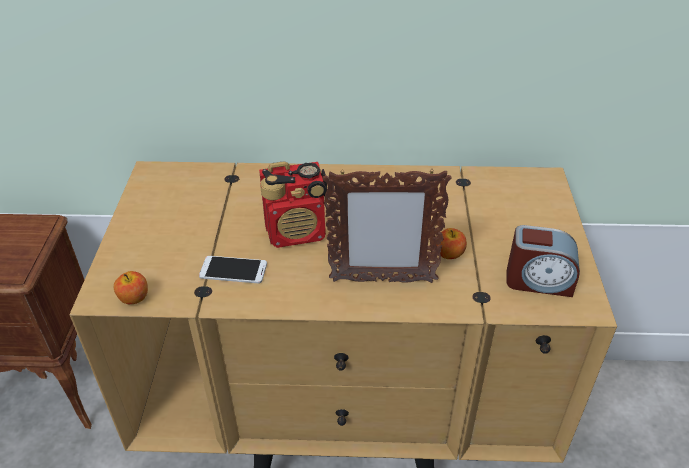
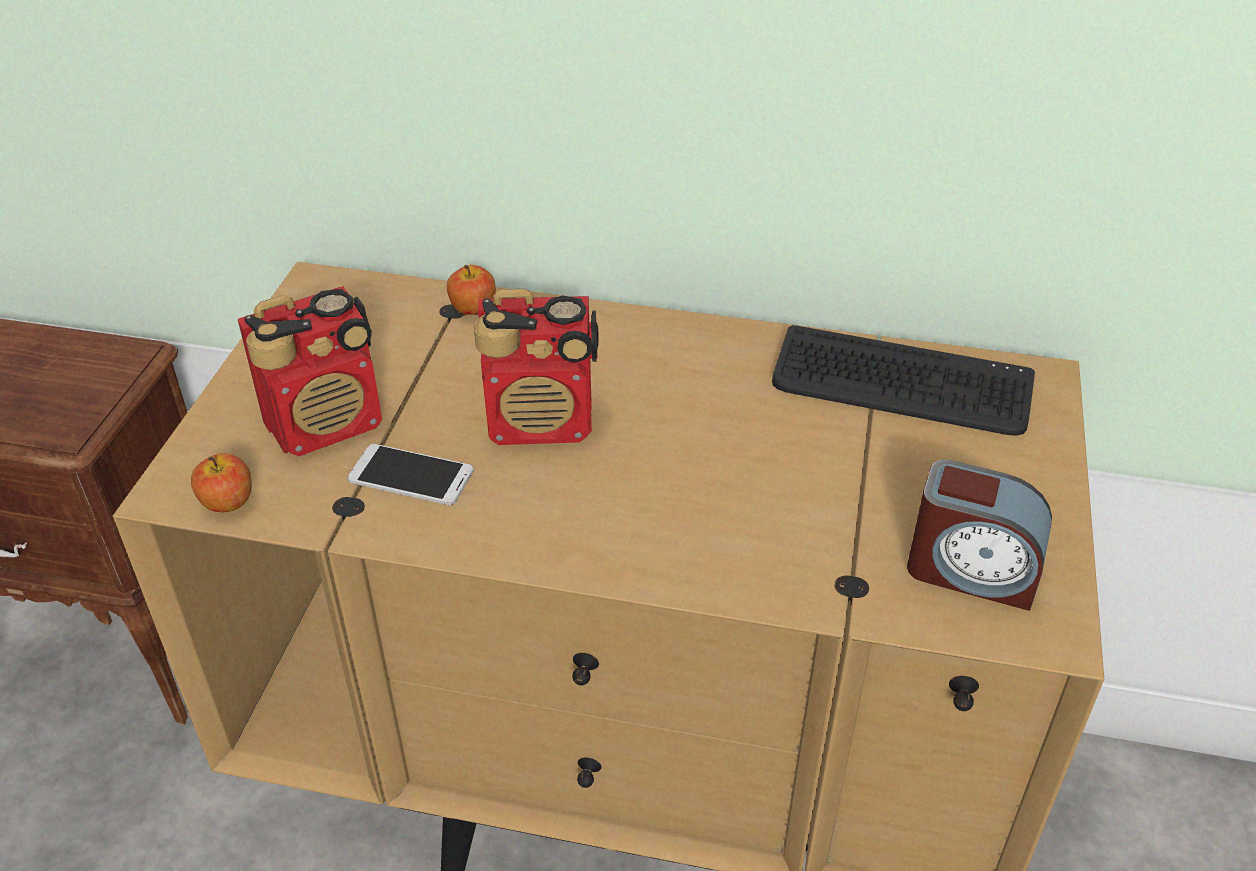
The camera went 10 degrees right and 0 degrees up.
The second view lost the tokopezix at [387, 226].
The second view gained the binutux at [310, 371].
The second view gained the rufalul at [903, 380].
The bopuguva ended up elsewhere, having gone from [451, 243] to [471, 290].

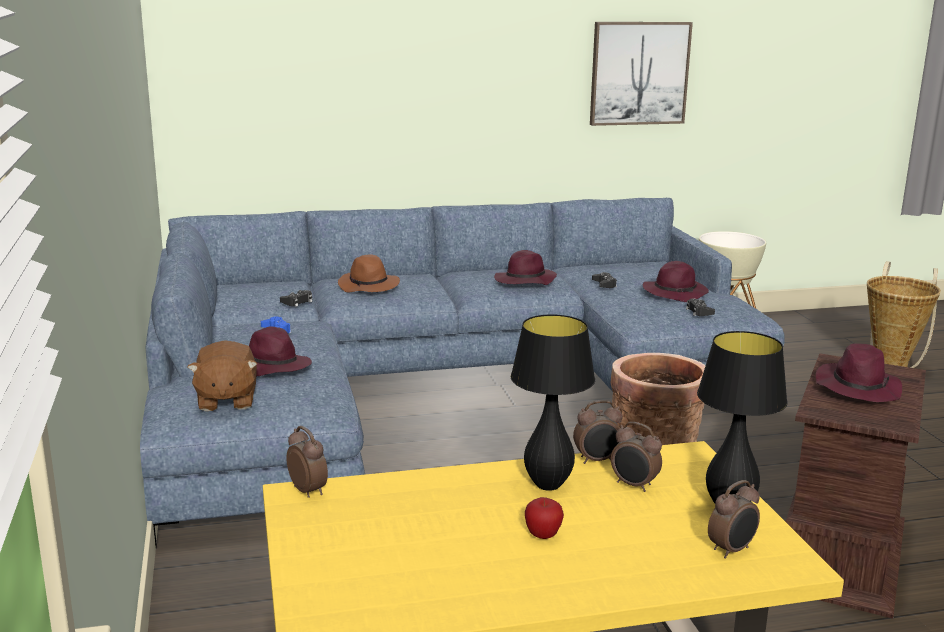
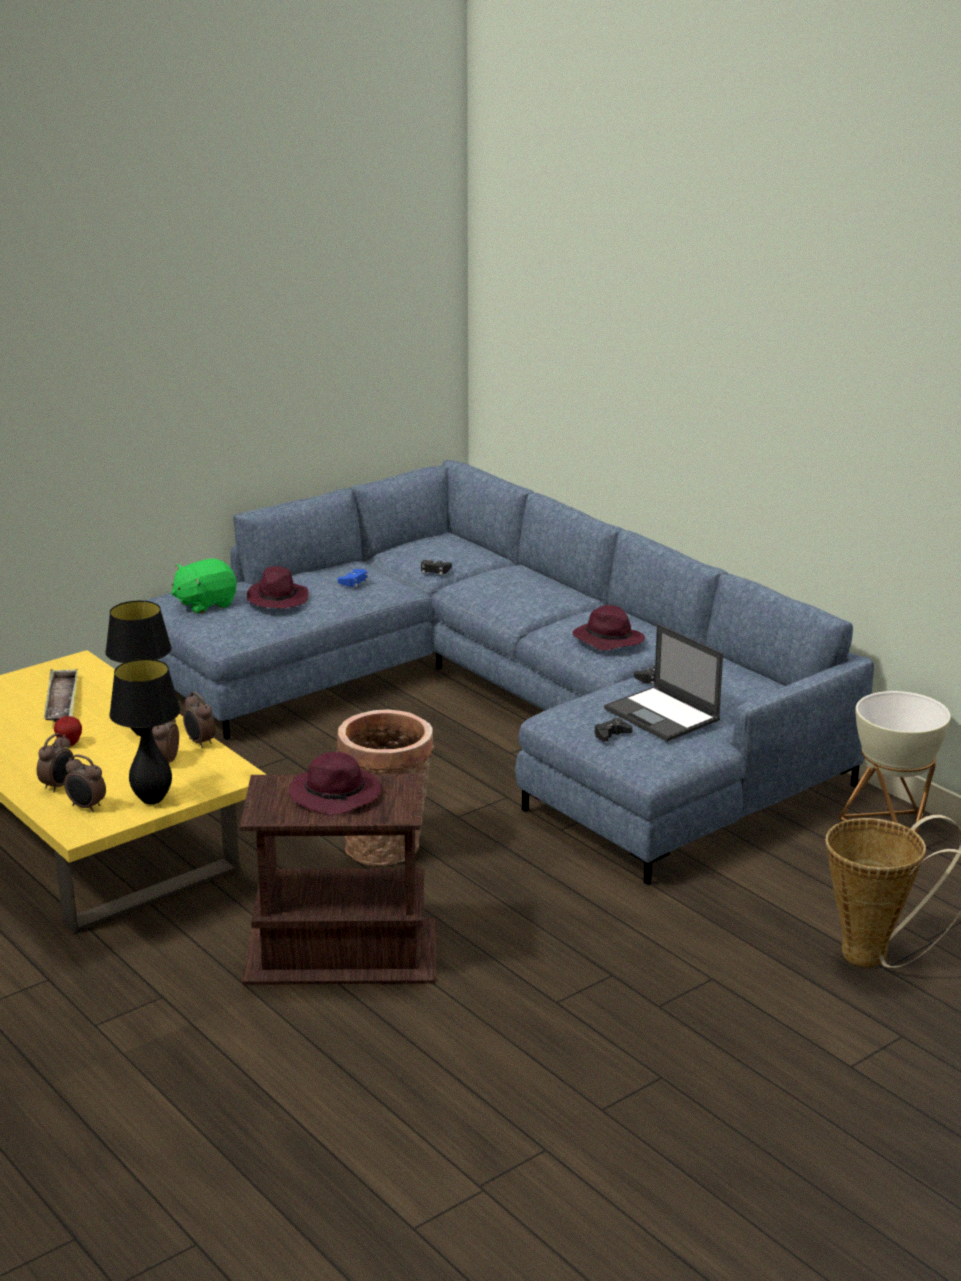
The camera went 65 degrees right and 5 degrees up.
The second view lost the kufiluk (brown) at [369, 273].
The second view lost the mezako at [641, 74].
The second view gained the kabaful at [61, 695].
The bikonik ended up elsewhere, having gone from [307, 462] to [55, 763].
Where the kufiluk (purple) stood at [676, 281], the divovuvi came to stand at [663, 682].
What was the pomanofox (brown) at [222, 375] turned into the pomanofox (green) at [204, 586].

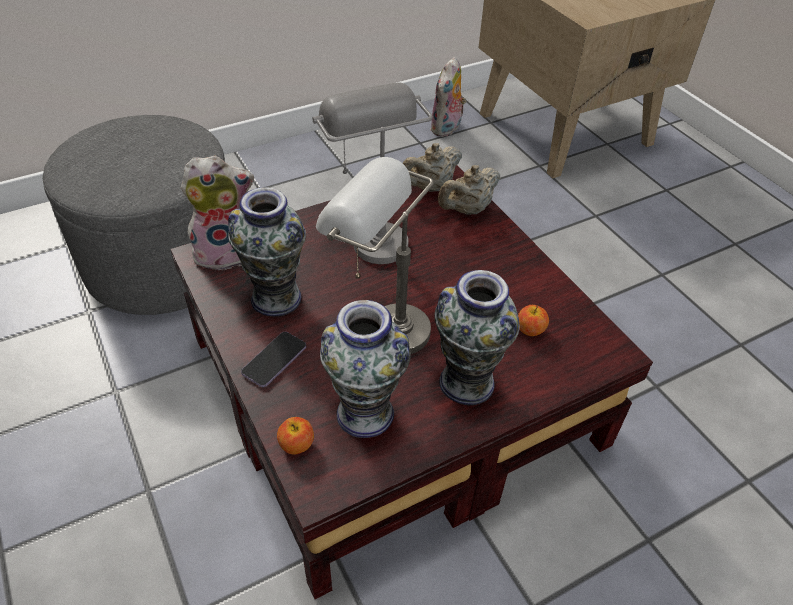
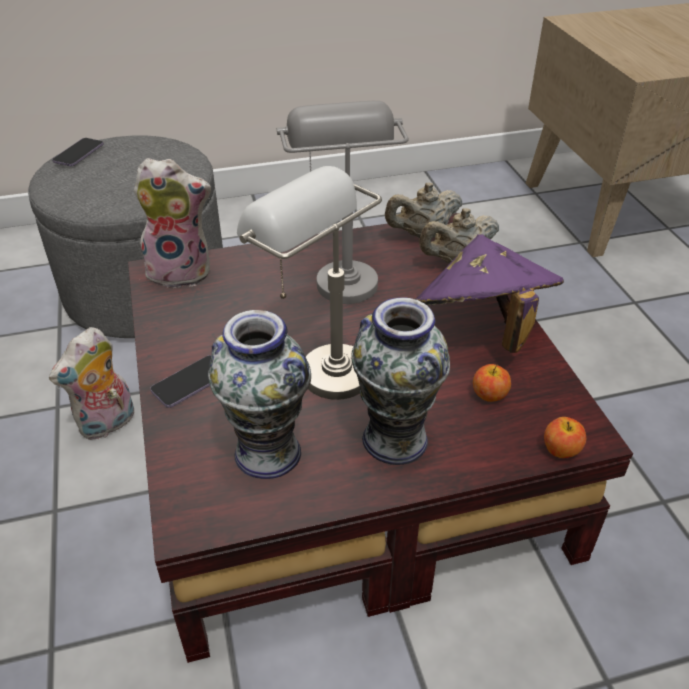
The camera went 15 degrees right and 5 degrees down.
The second view lost the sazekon at [267, 252].
The second view gained the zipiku at [77, 152].
The second view gained the kufiluk (purple) at [490, 294].
The bopuguva ended up elsewhere, having gone from [295, 436] to [565, 437].
The pomanofox ended up elsewhere, having gone from [448, 97] to [92, 383].

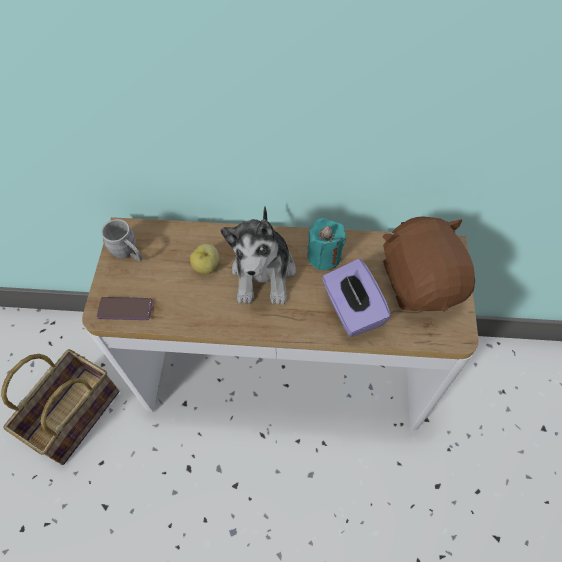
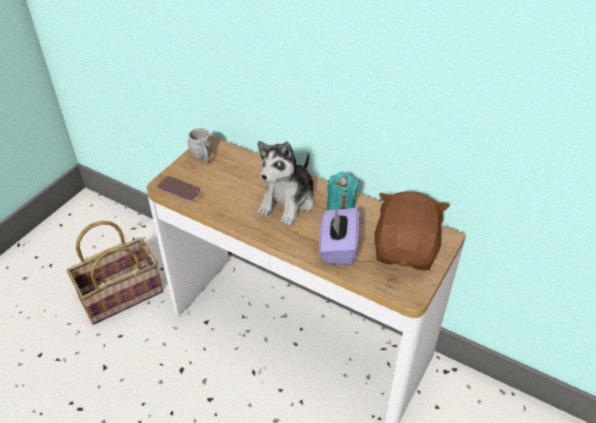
The camera went 25 degrees right and 15 degrees down.
The second view lost the bopuguva at [204, 259].

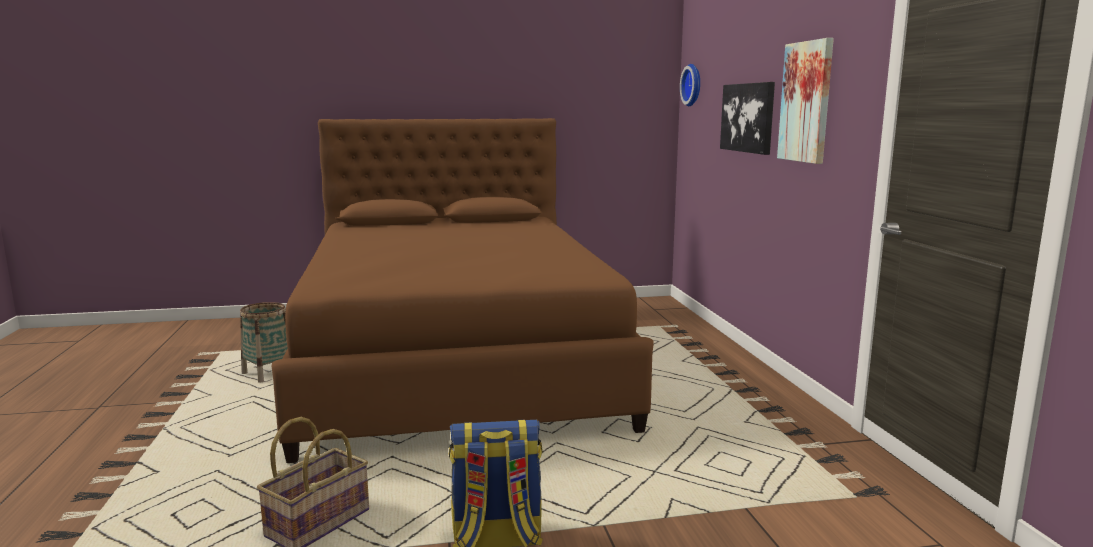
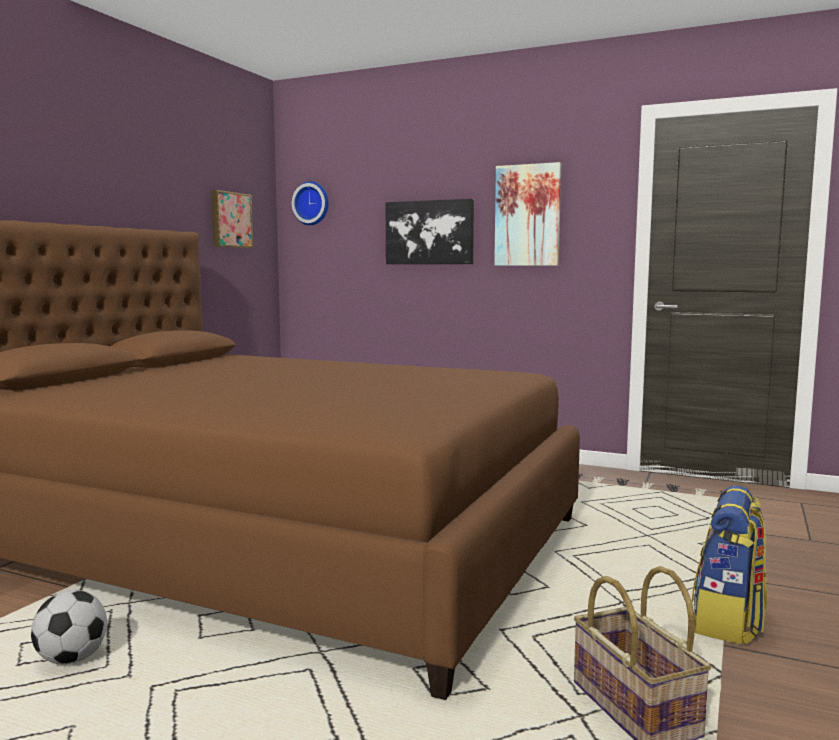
The camera went 55 degrees left and 5 degrees down.
The second view gained the mezako at [232, 219].
Where the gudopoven stood at [264, 342], the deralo came to stand at [69, 627].

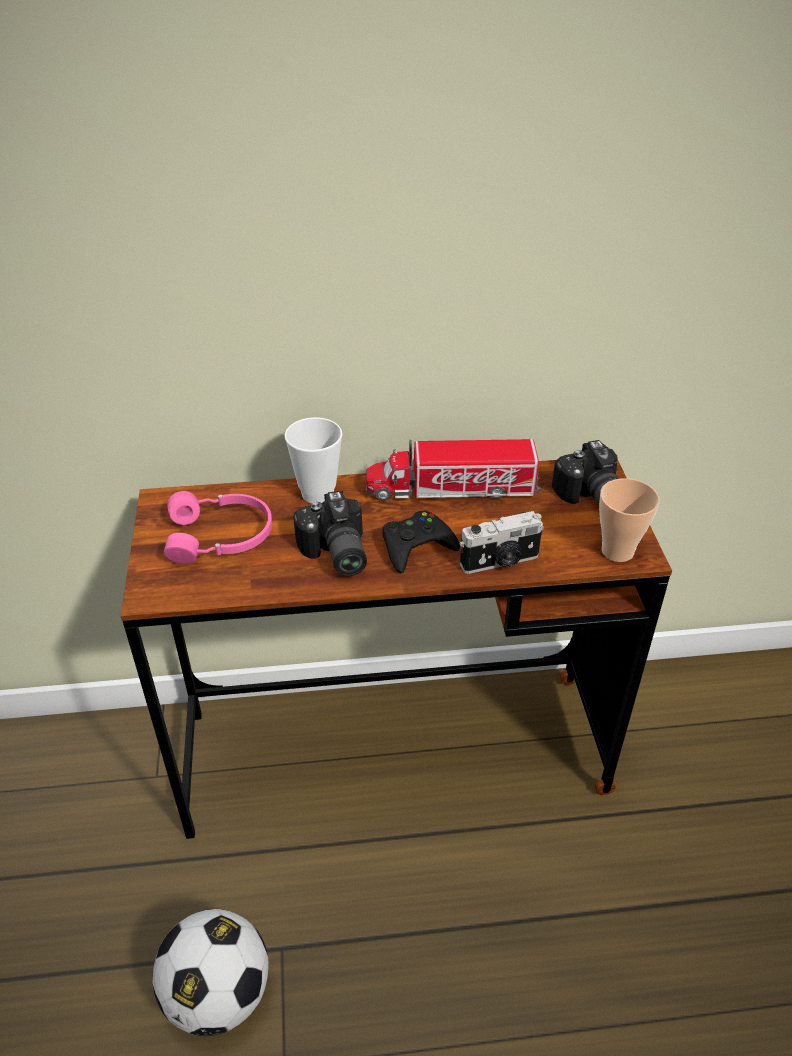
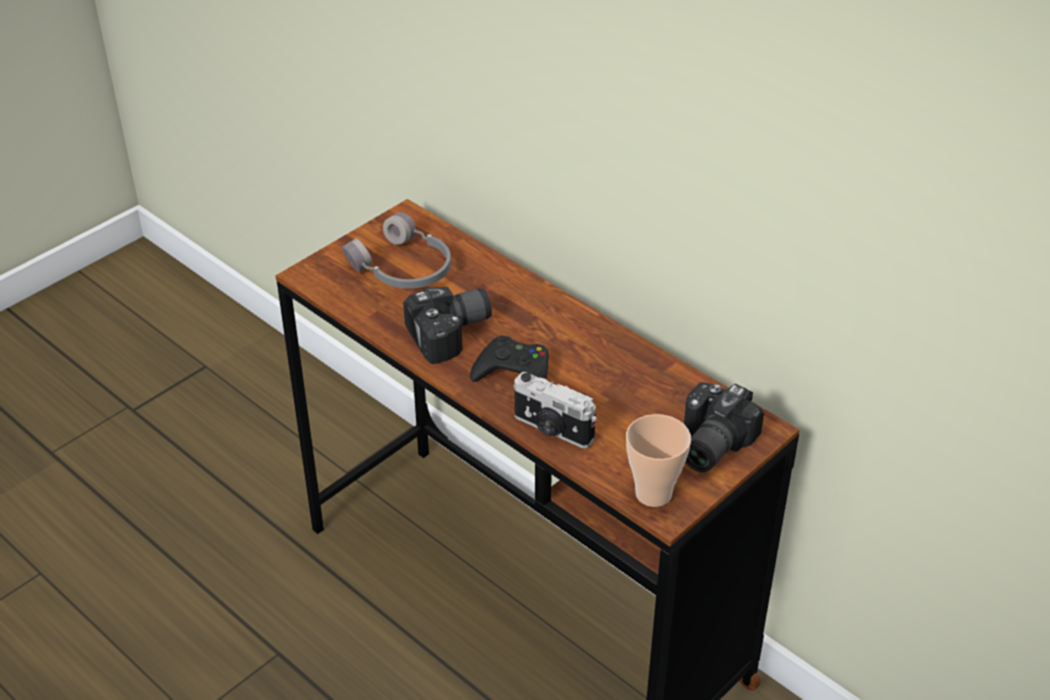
The camera went 50 degrees right and 0 degrees up.
The second view lost the deralo at [210, 972].
The second view lost the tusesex at [314, 460].
The second view lost the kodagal at [453, 470].
What was the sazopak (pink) at [218, 527] turned into the sazopak (grey) at [396, 250].
The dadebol at [330, 533] ended up facing another way, 150 degrees counterclockwise from before.

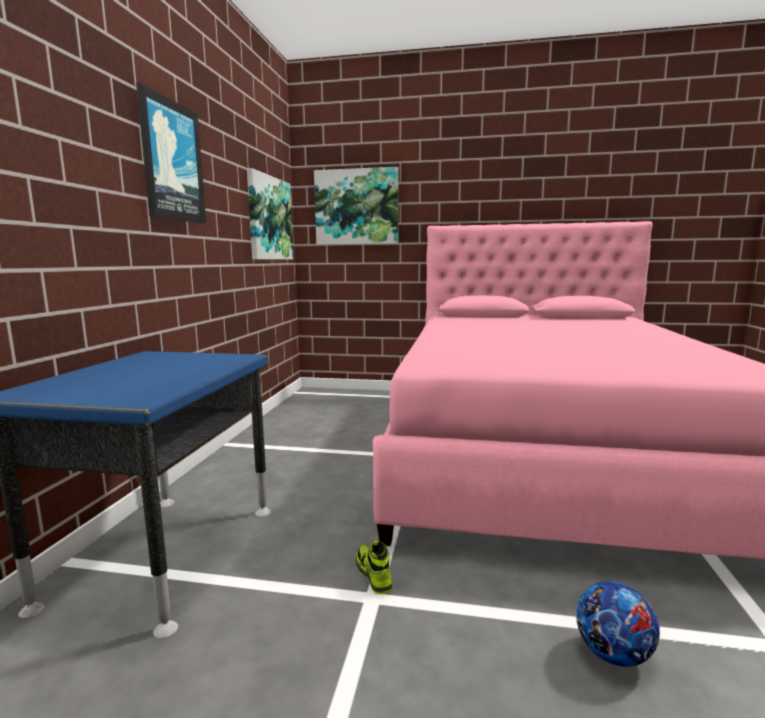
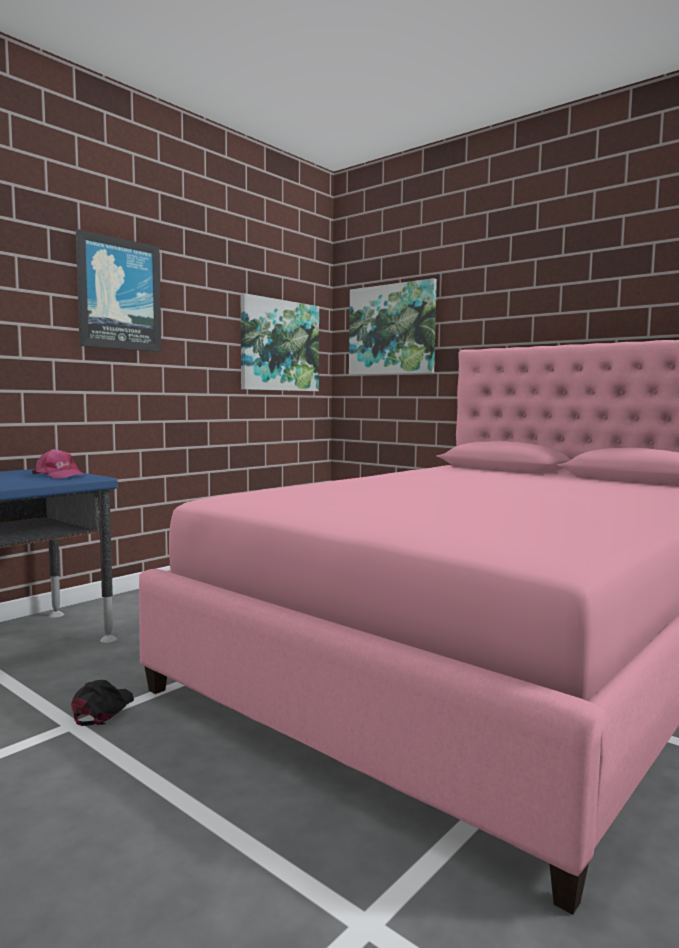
The camera went 30 degrees right and 5 degrees down.
The second view lost the deralo at [618, 624].
The second view gained the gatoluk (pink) at [59, 464].
Where the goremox stood at [374, 567], the gatoluk (black) came to stand at [102, 703].

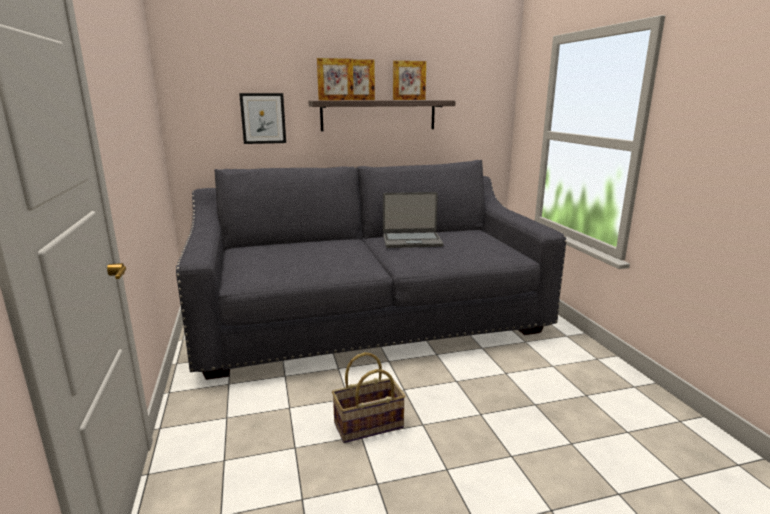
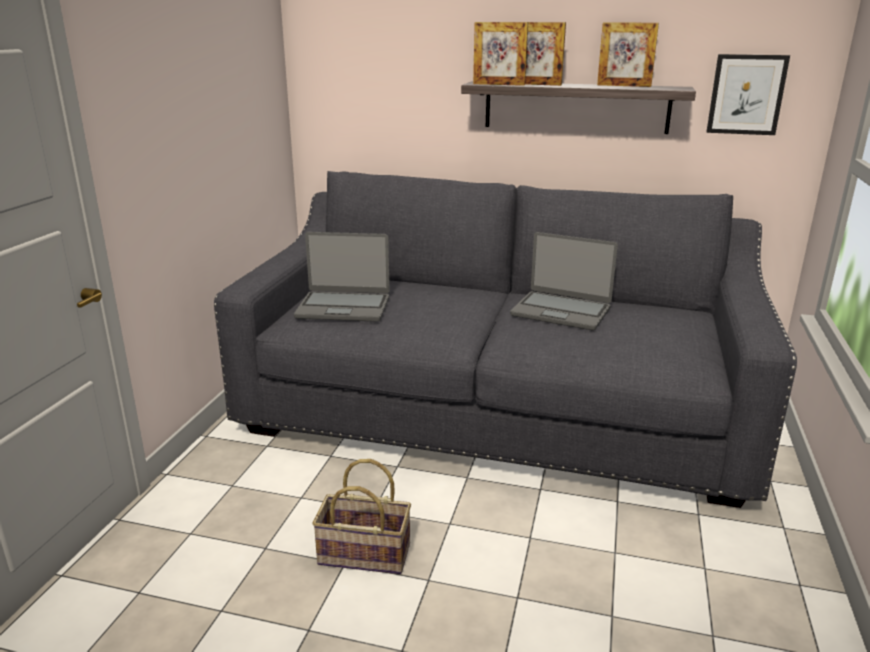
The camera went 30 degrees right and 5 degrees up.
The second view gained the divovuvi at [342, 277].
The mezako ended up elsewhere, having gone from [262, 118] to [748, 94].

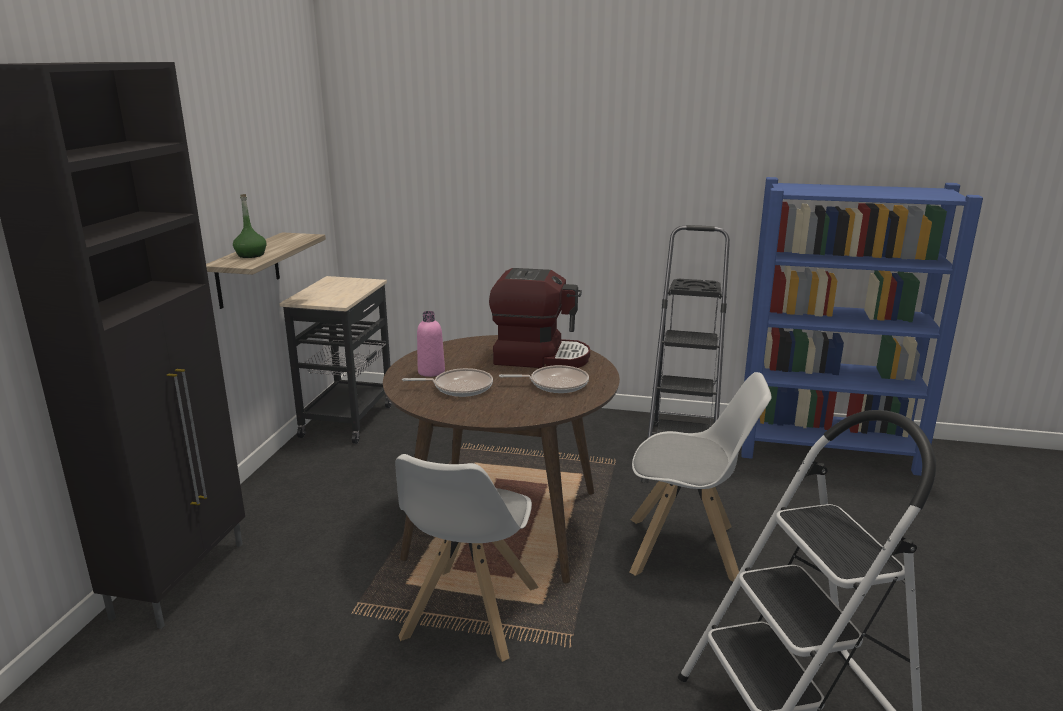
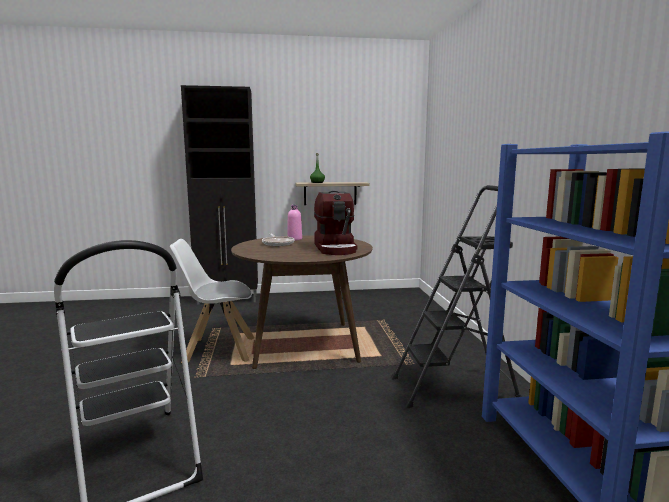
The camera went 70 degrees right and 10 degrees down.
The second view lost the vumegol at [335, 360].
The second view lost the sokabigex at [544, 379].
The second view lost the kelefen at [701, 477].

